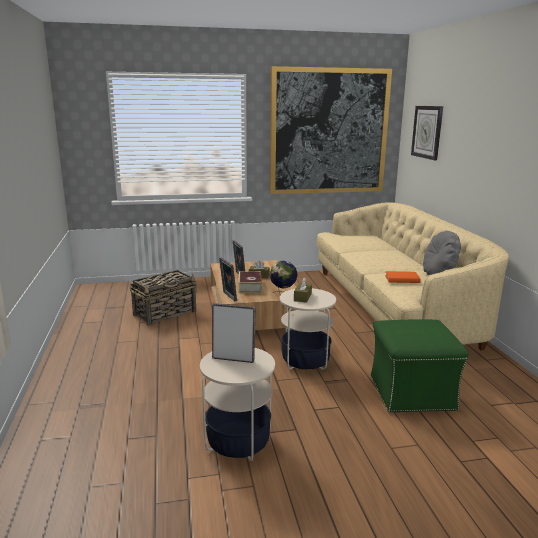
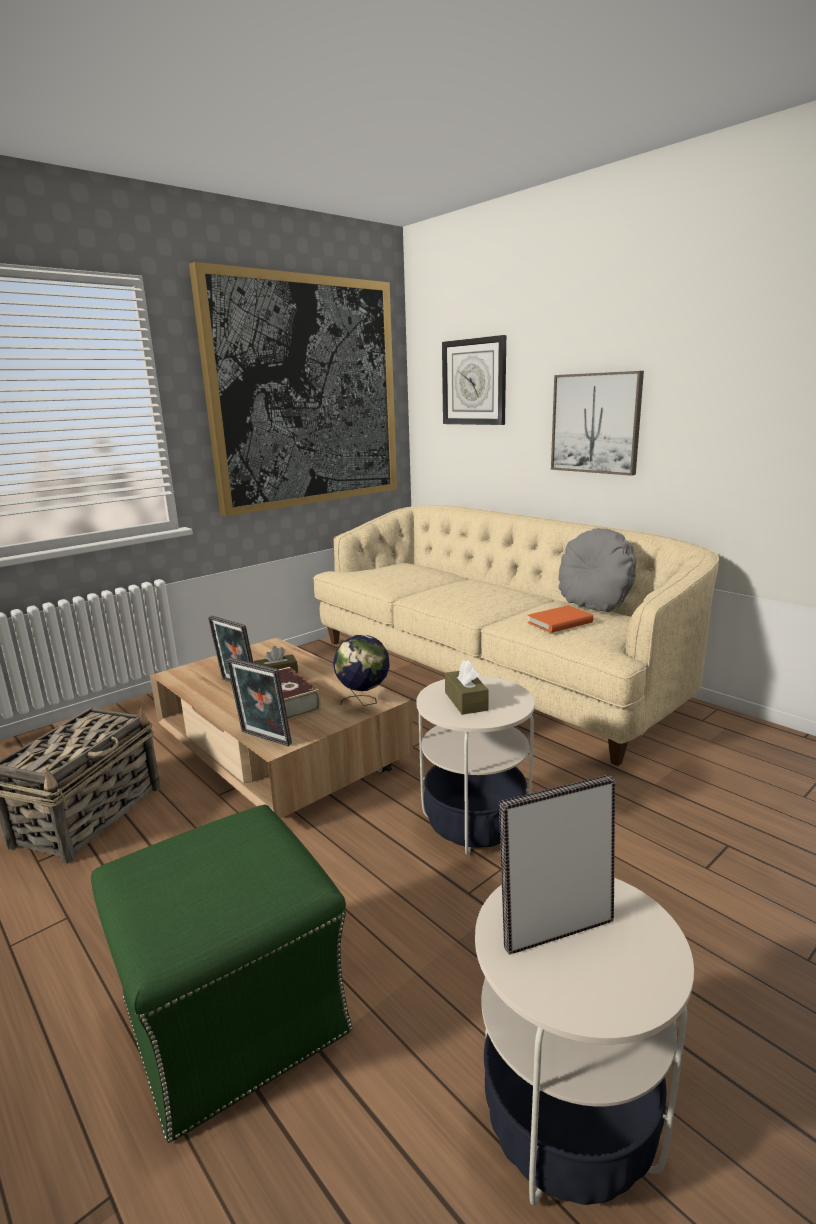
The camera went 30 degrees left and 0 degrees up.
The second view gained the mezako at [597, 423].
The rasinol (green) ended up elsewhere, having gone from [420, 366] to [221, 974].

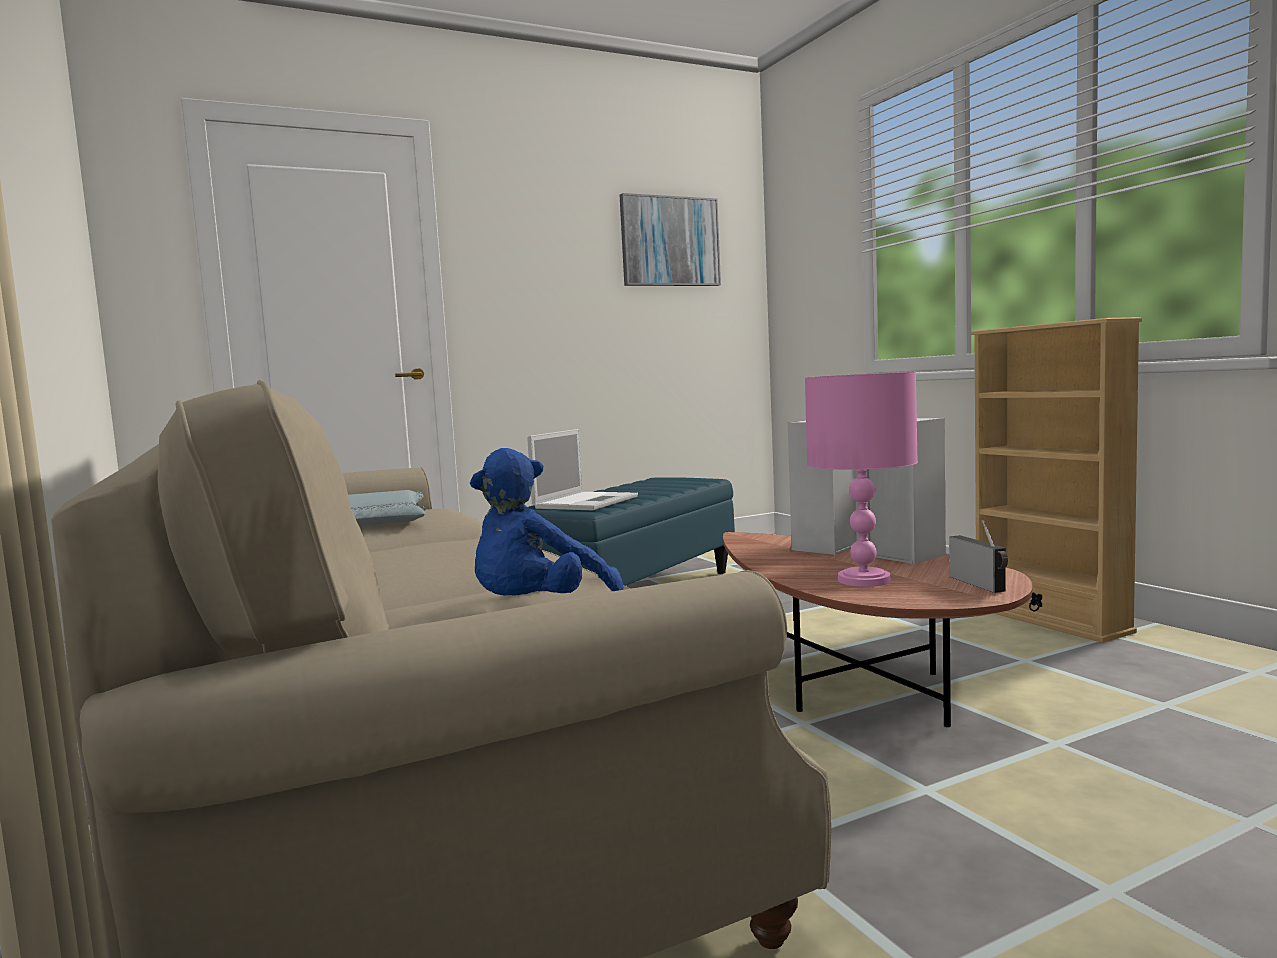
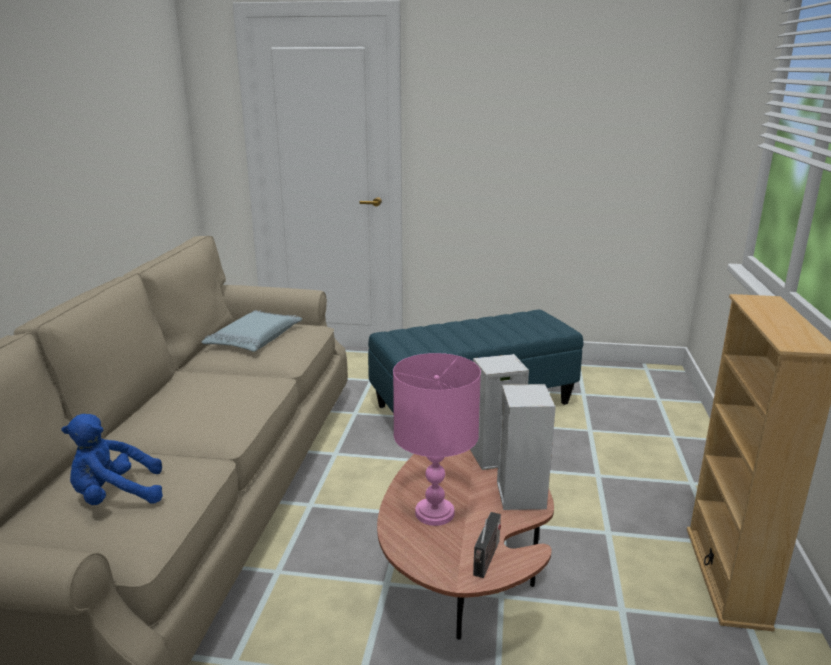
The camera went 35 degrees right and 15 degrees up.
The second view lost the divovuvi at [582, 469].
The second view lost the mezako at [670, 239].

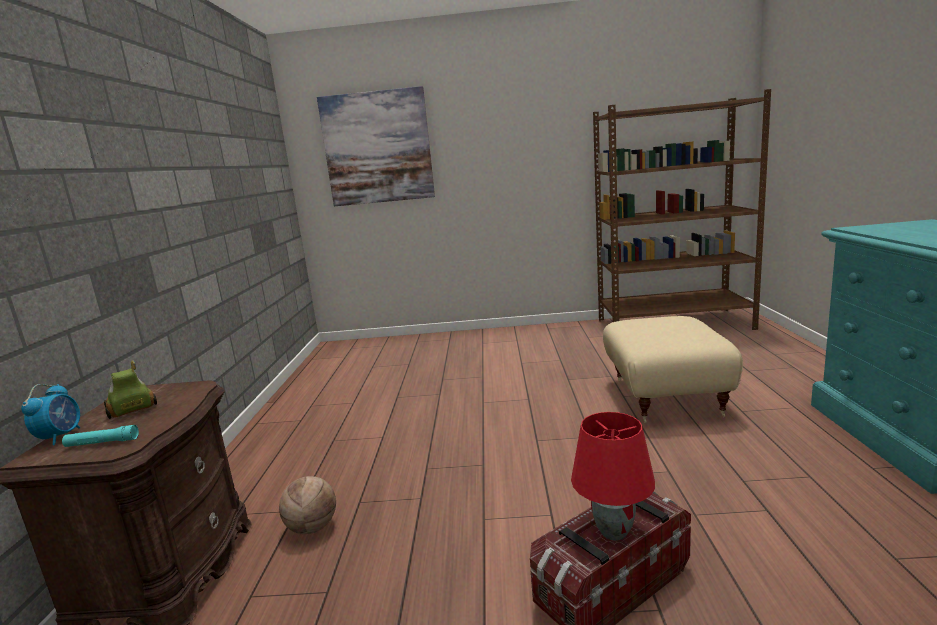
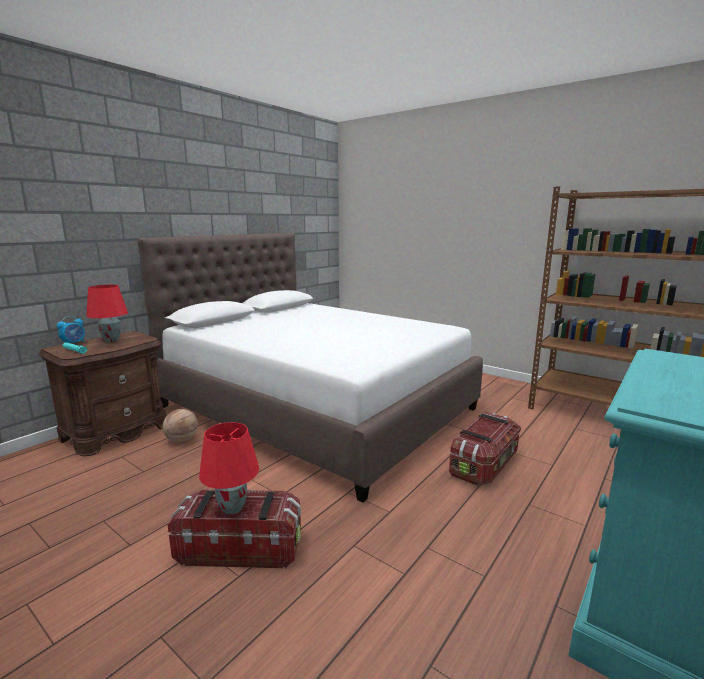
The camera went 35 degrees right and 0 degrees up.
The second view lost the mezako at [376, 146].
The second view gained the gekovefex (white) at [310, 368].
Where the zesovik stood at [130, 390], the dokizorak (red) came to stand at [107, 313].
Where the rasinol (beige) stood at [673, 369], the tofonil came to stand at [485, 448].

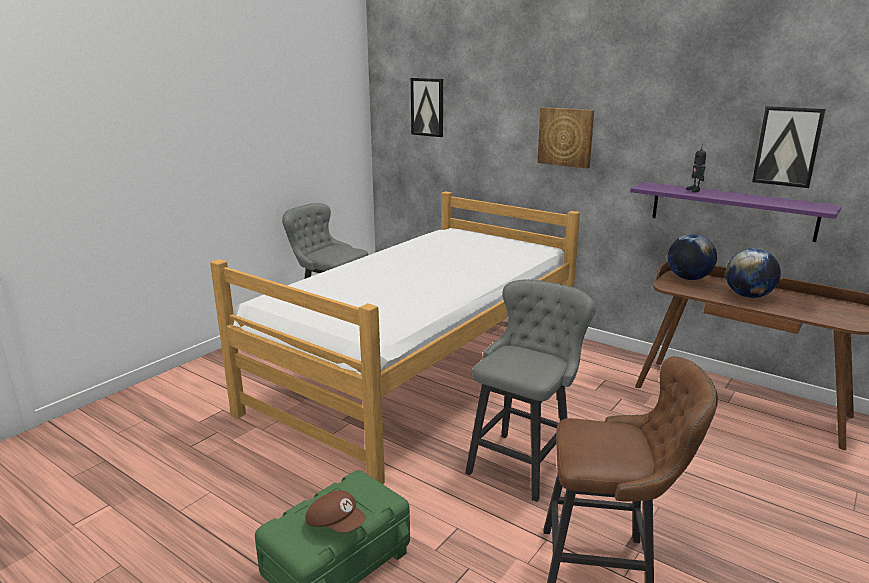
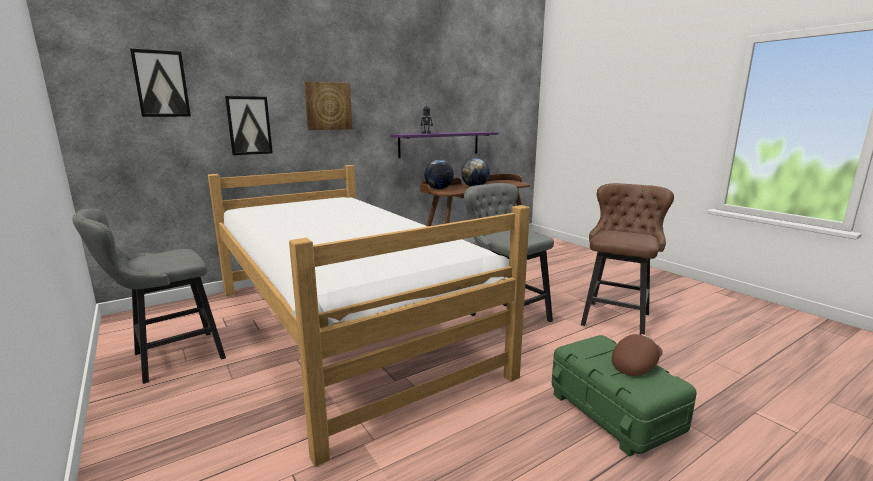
The camera went 70 degrees left and 5 degrees down.
The mezako ended up elsewhere, having gone from [789, 147] to [249, 125].

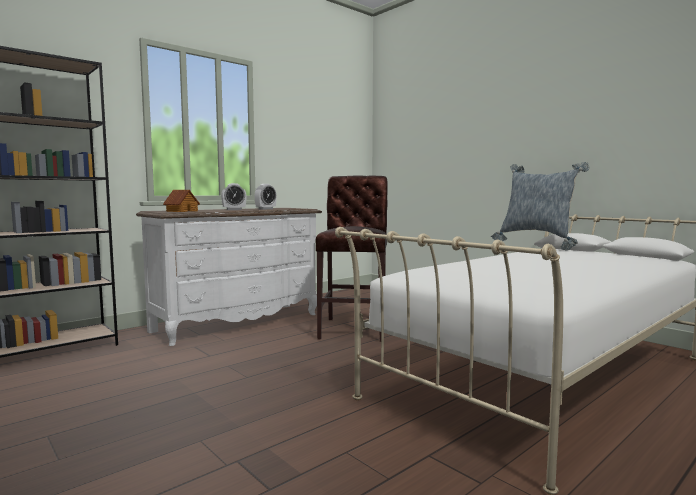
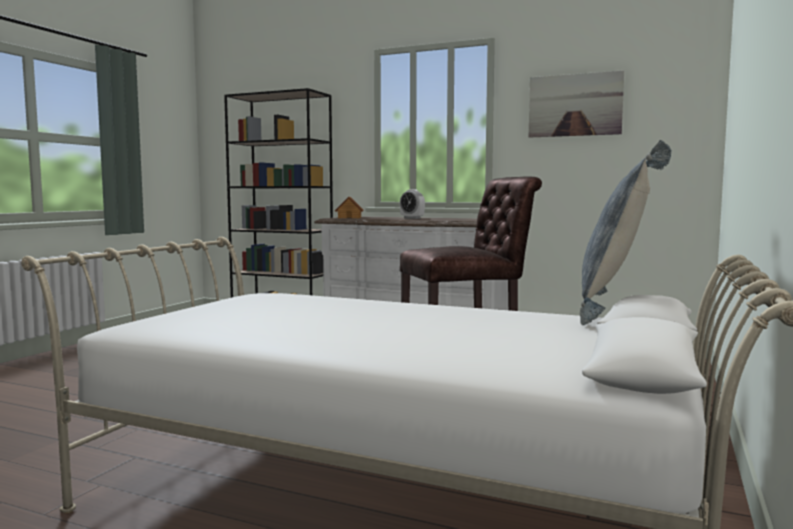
The camera went 65 degrees right and 0 degrees up.
The second view lost the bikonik at [266, 197].
The second view gained the mezako at [576, 104].

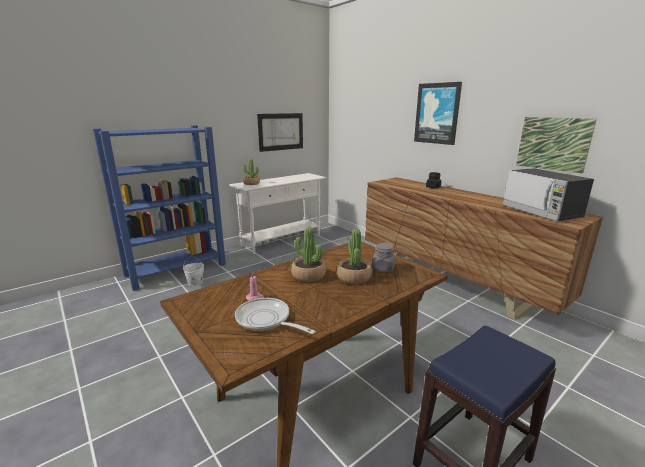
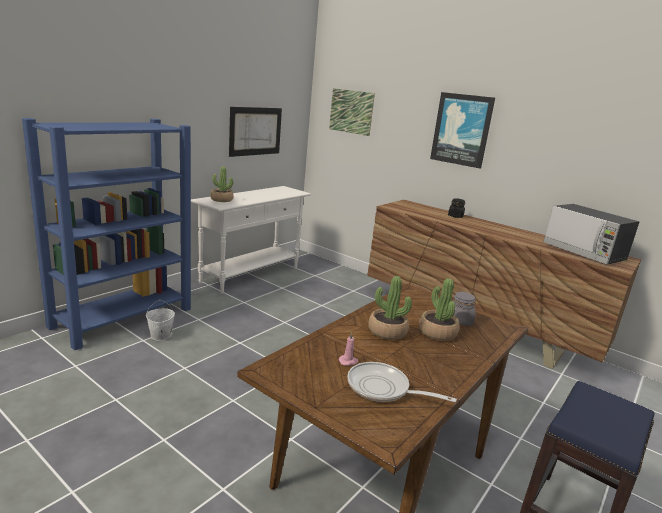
The camera went 15 degrees left and 0 degrees up.
The mezako ended up elsewhere, having gone from [556, 145] to [352, 112].

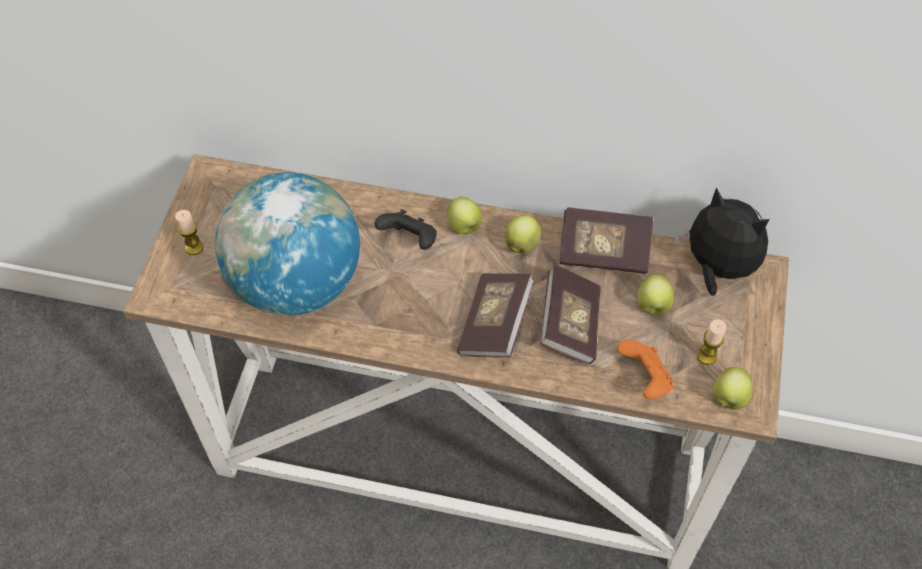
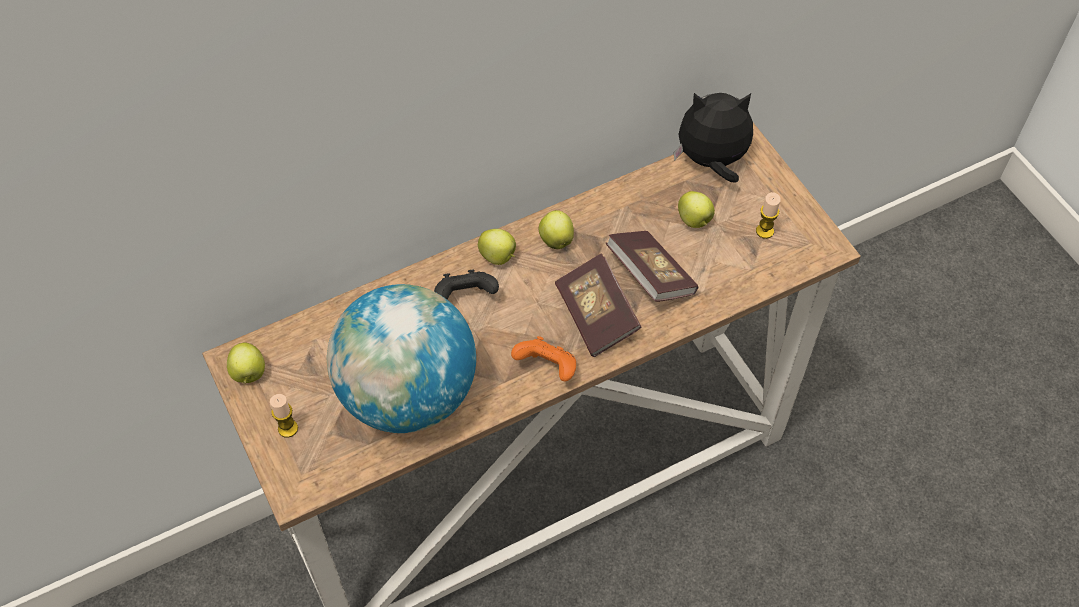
The camera went 40 degrees left and 0 degrees up.
The second view lost the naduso at [606, 240].
The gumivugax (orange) ended up elsewhere, having gone from [645, 369] to [543, 359].
The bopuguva ended up elsewhere, having gone from [733, 388] to [246, 363].

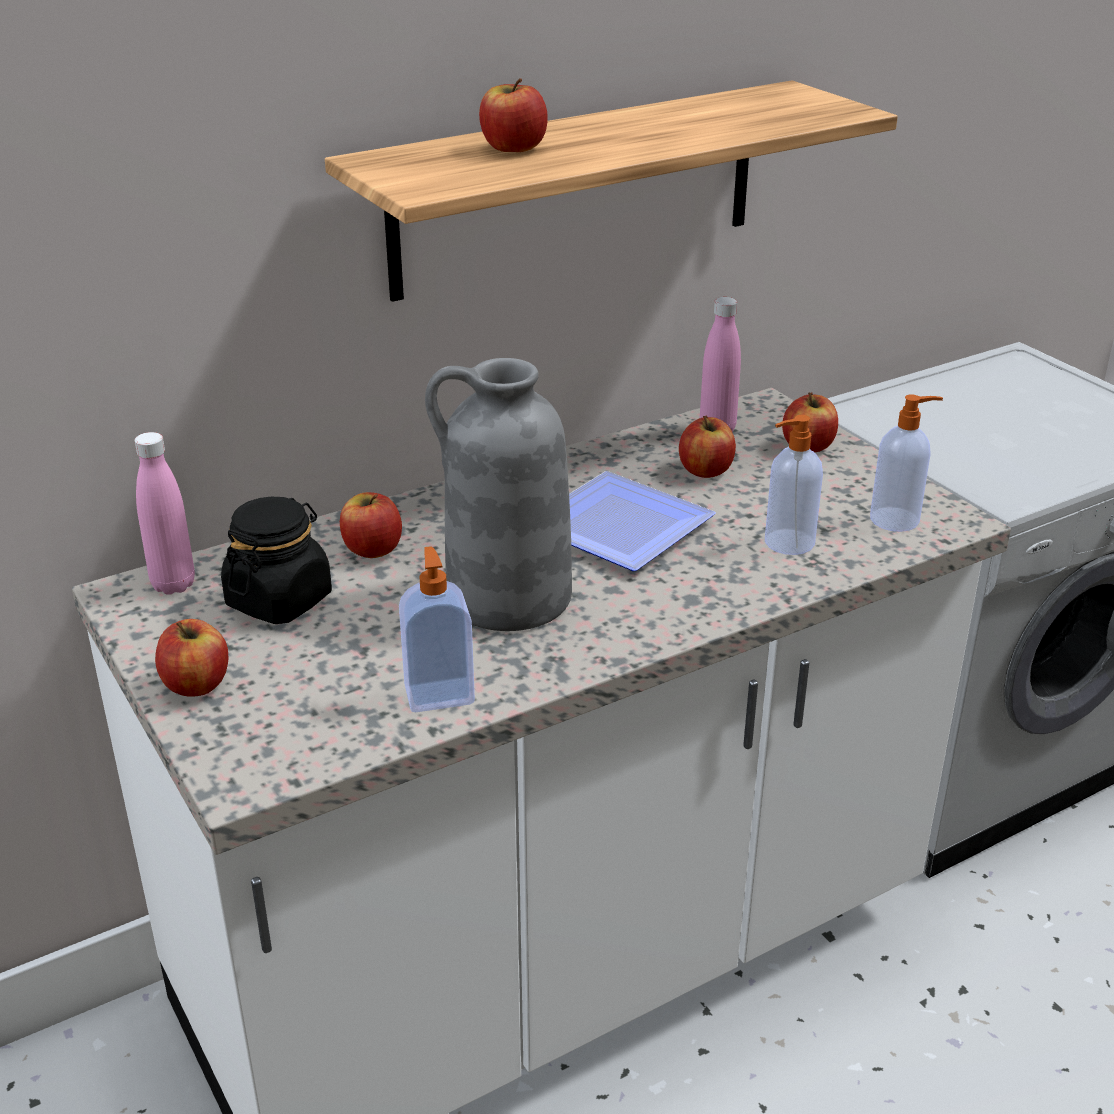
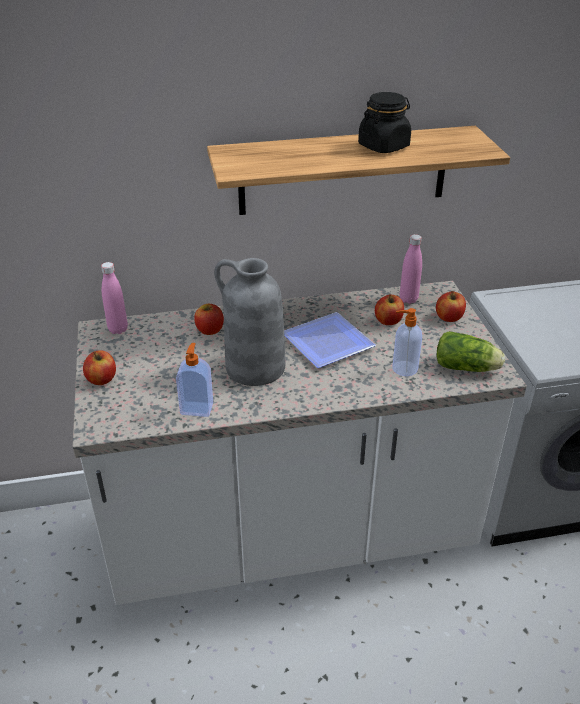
The camera went 20 degrees right and 5 degrees up.
The second view lost the bopuguva at [513, 115].
The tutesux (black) ended up elsewhere, having gone from [276, 560] to [384, 122].
Where the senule stood at [906, 463], the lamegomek came to stand at [470, 351].

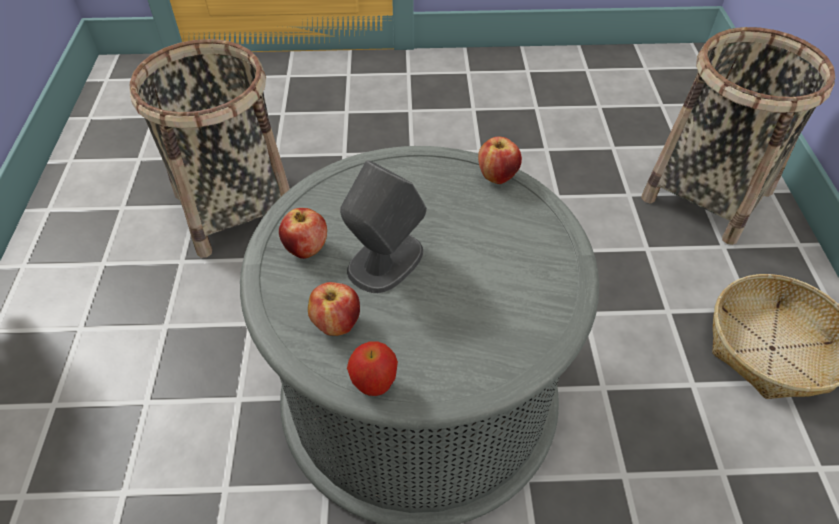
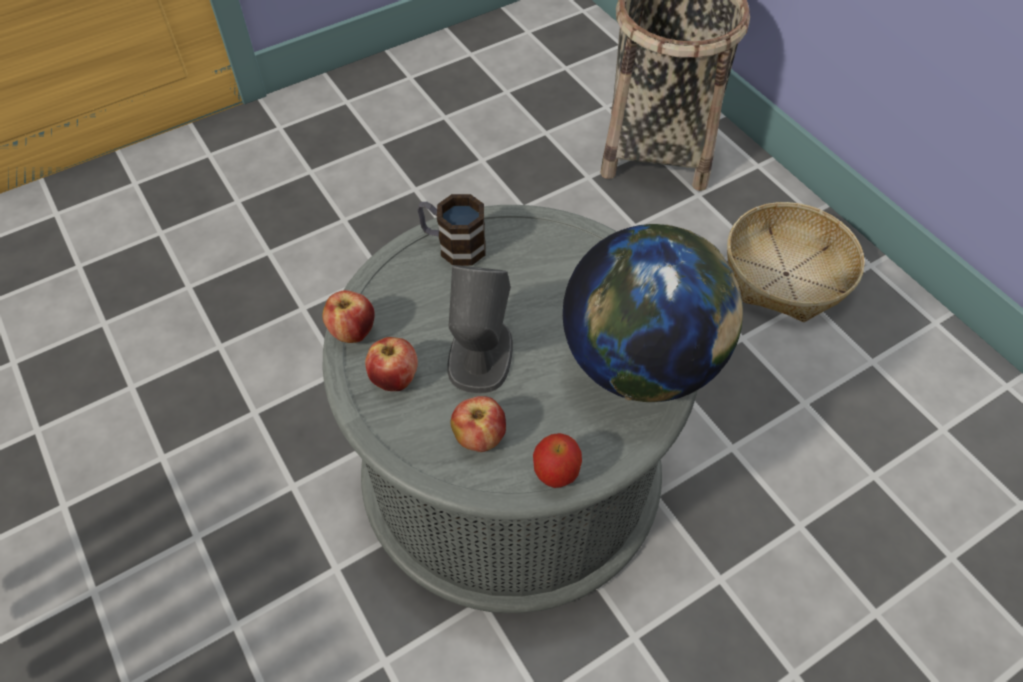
The camera went 30 degrees left and 5 degrees up.
The second view lost the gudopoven at [209, 148].
The second view gained the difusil at [451, 230].
The second view gained the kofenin at [653, 313].
The bopuguva ended up elsewhere, having gone from [500, 160] to [348, 316].

